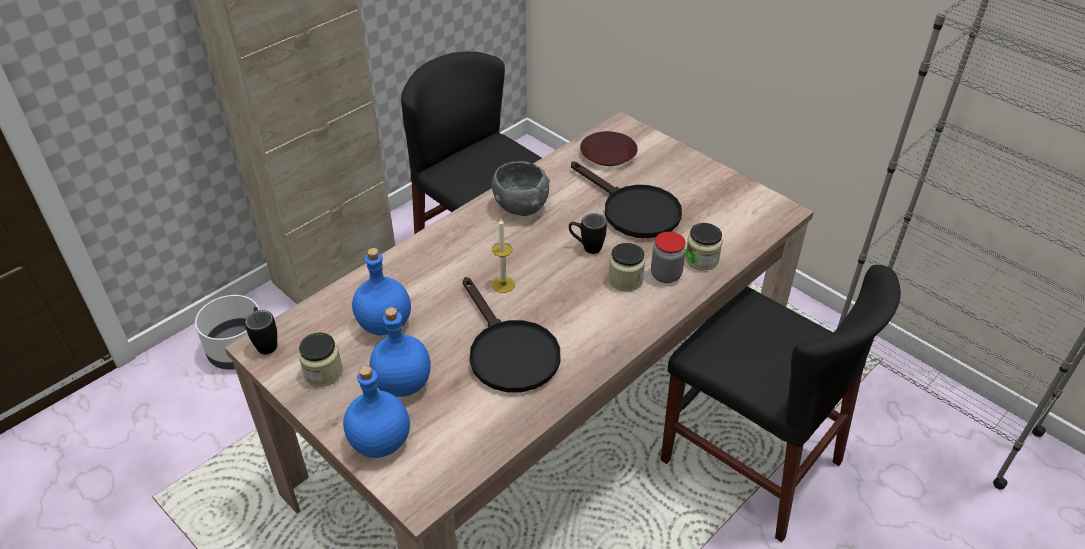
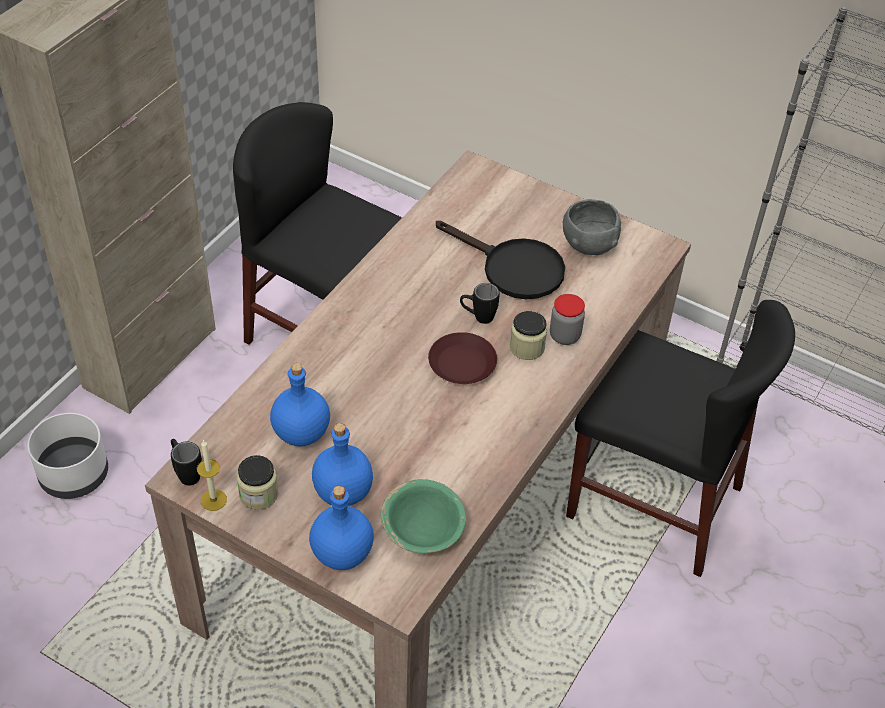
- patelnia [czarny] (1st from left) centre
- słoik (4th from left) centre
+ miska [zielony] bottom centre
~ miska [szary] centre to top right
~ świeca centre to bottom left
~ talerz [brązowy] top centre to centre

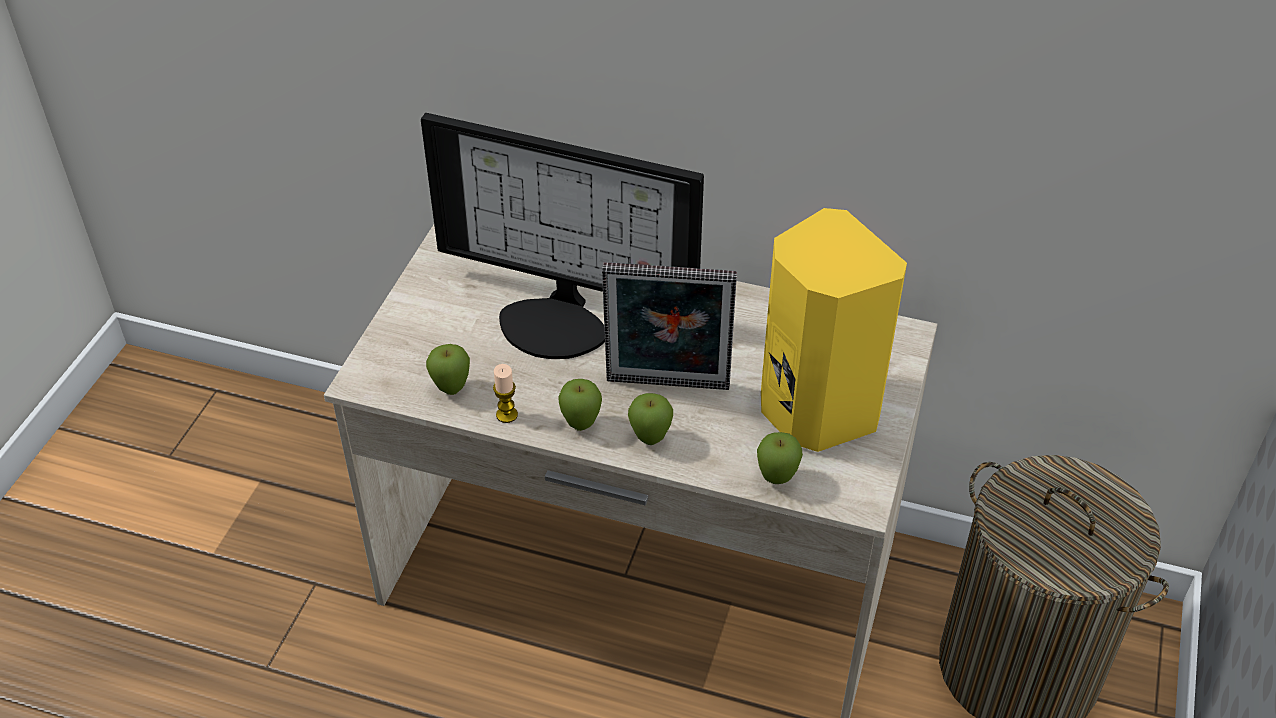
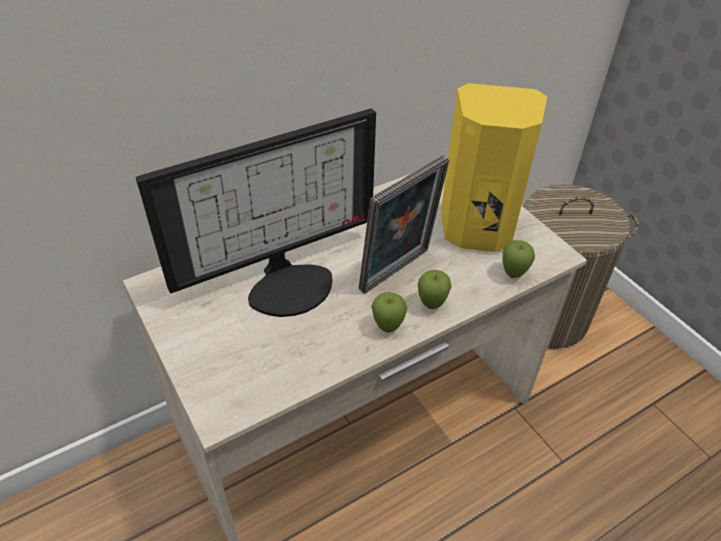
- jabłko (1st from left) centre
- świeca centre

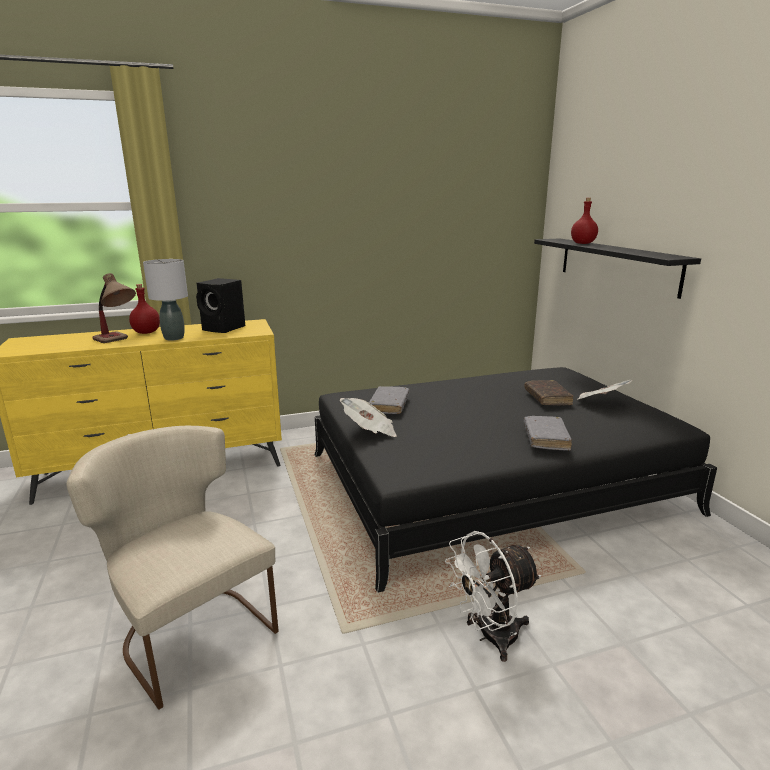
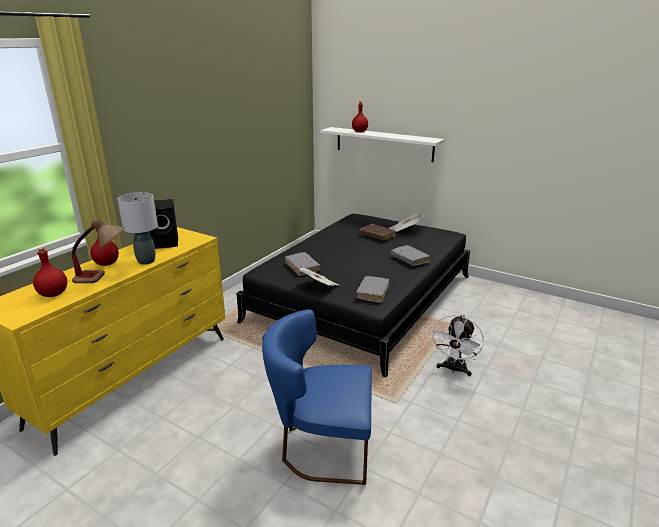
+ butelka [czerwony] (1st from left) middle left
+ książka [szary] (2nd from left) centre
~ krzesło [beżowy] bottom left to krzesło [niebieski] bottom centre
~ półka [czarny] middle right to półka [biały] top centre

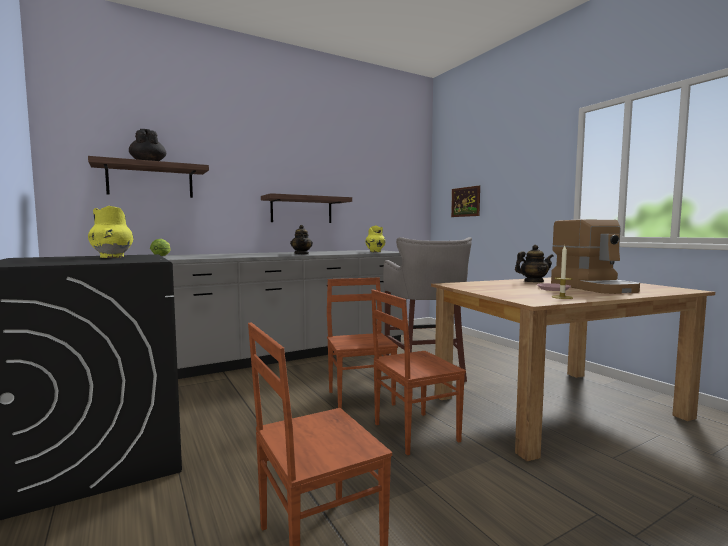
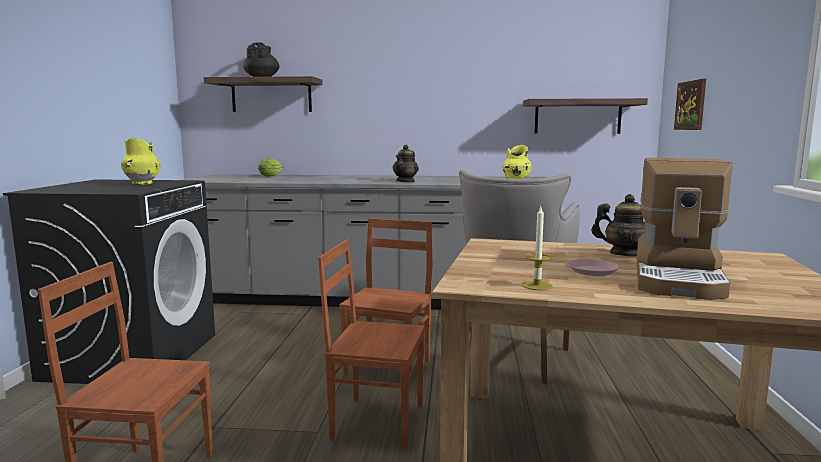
~ półka (2nd from left) centre to top right

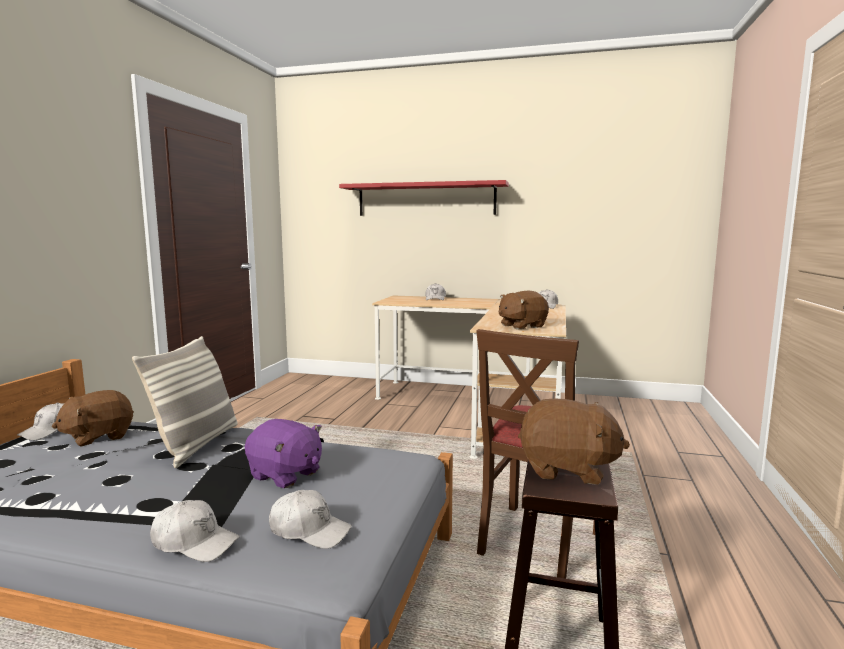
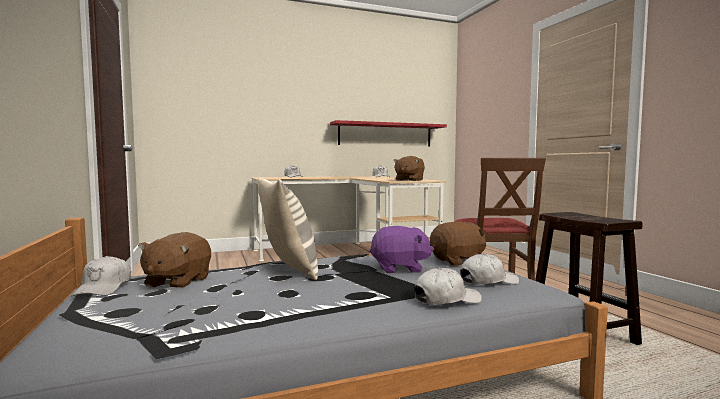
~ półka [czerwony] top centre to centre
~ pluszak [brązowy] (3rd from left) bottom right to centre

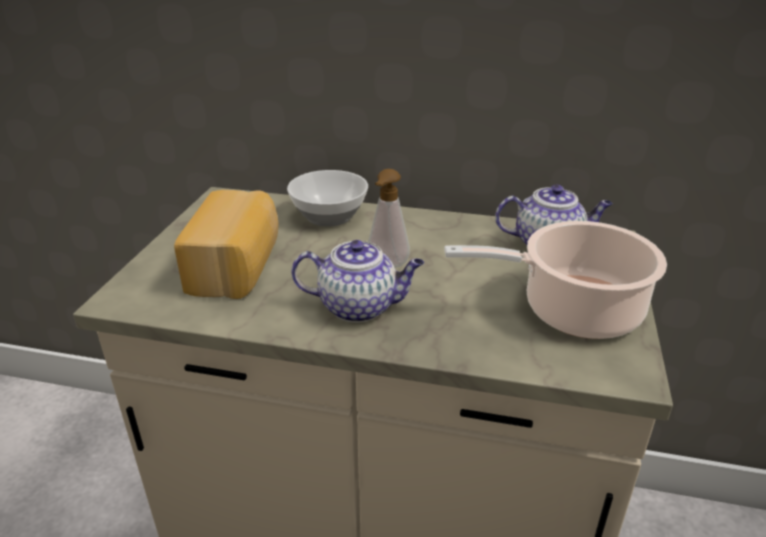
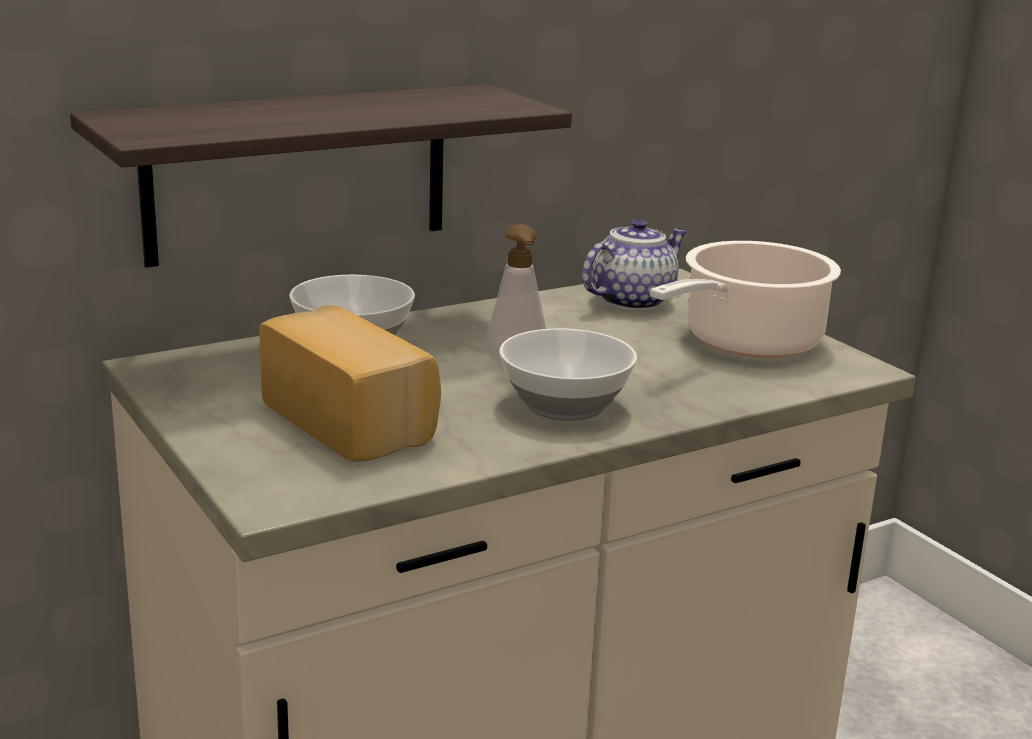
+ półka top left
~ imbryk (1st from left) centre to miska (2nd from left) centre

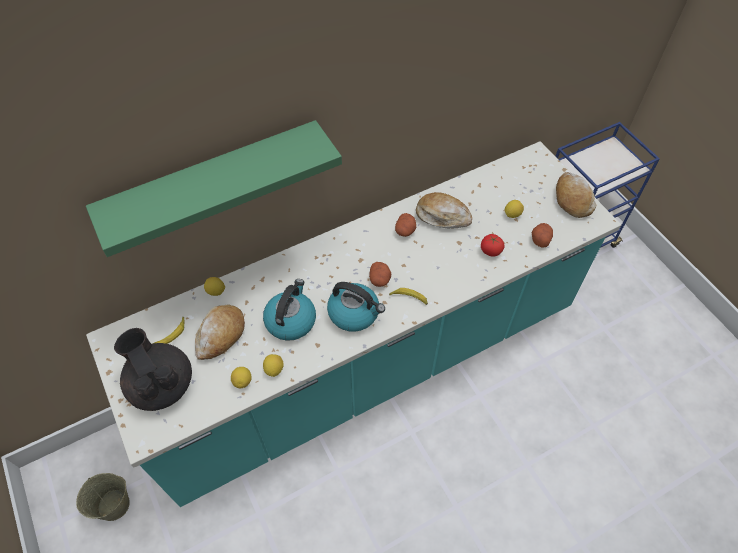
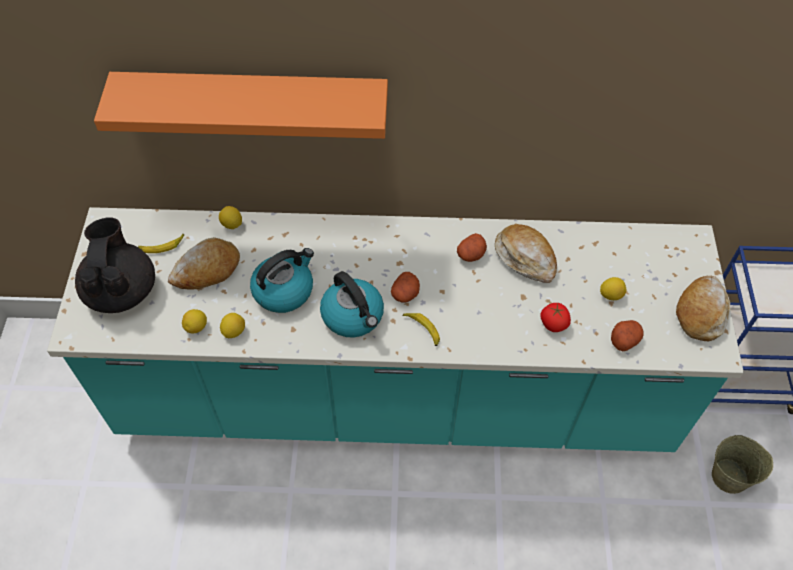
~ wiadro [beżowy] bottom left to bottom right
~ półka [zielony] middle left to półka [pomarańczowy] top left

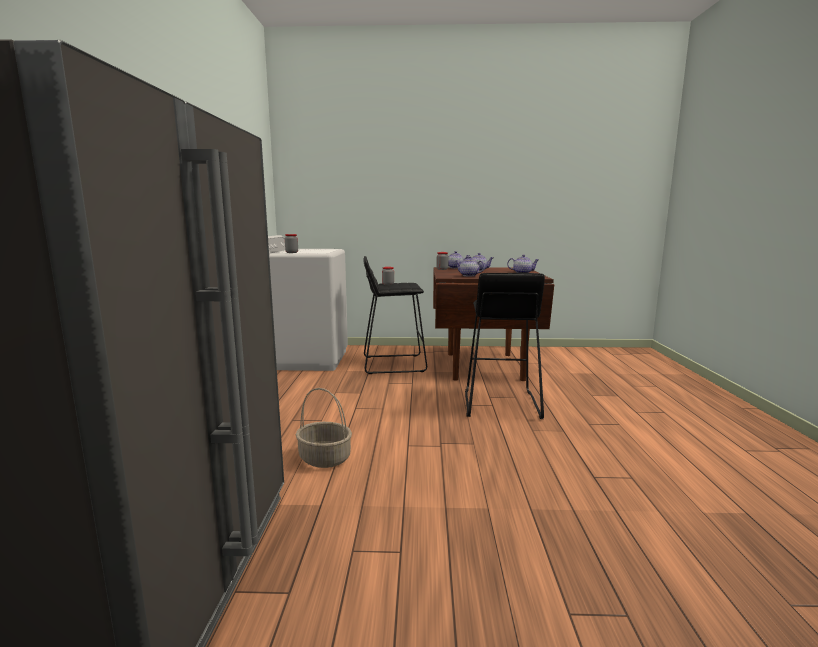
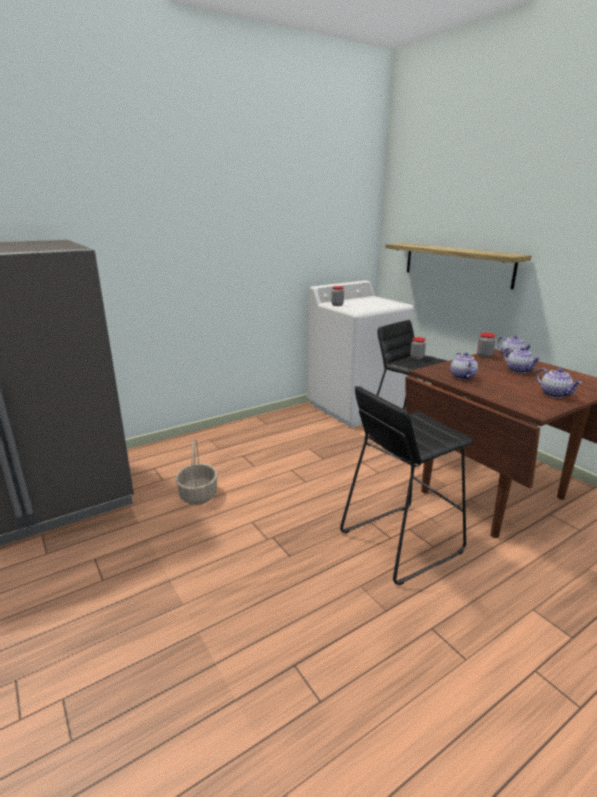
+ półka middle right

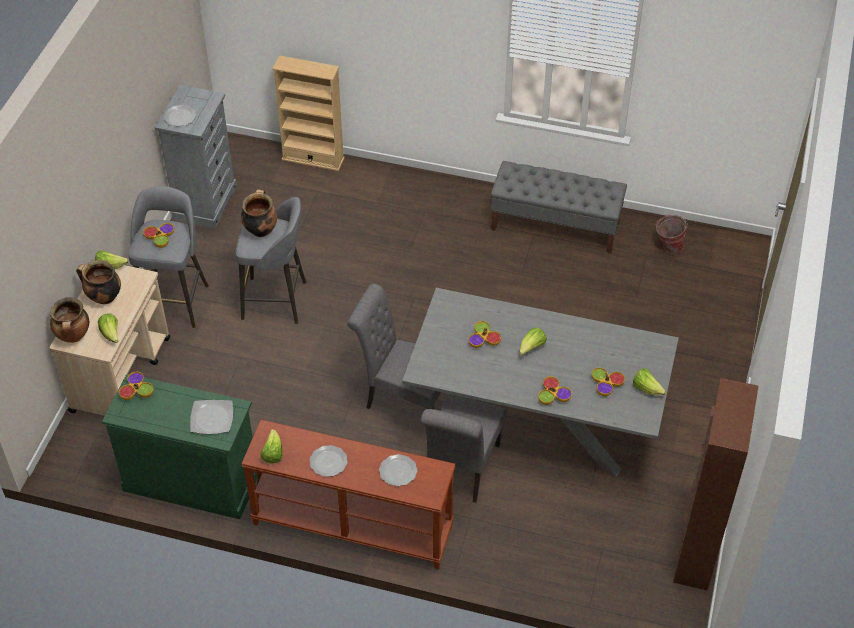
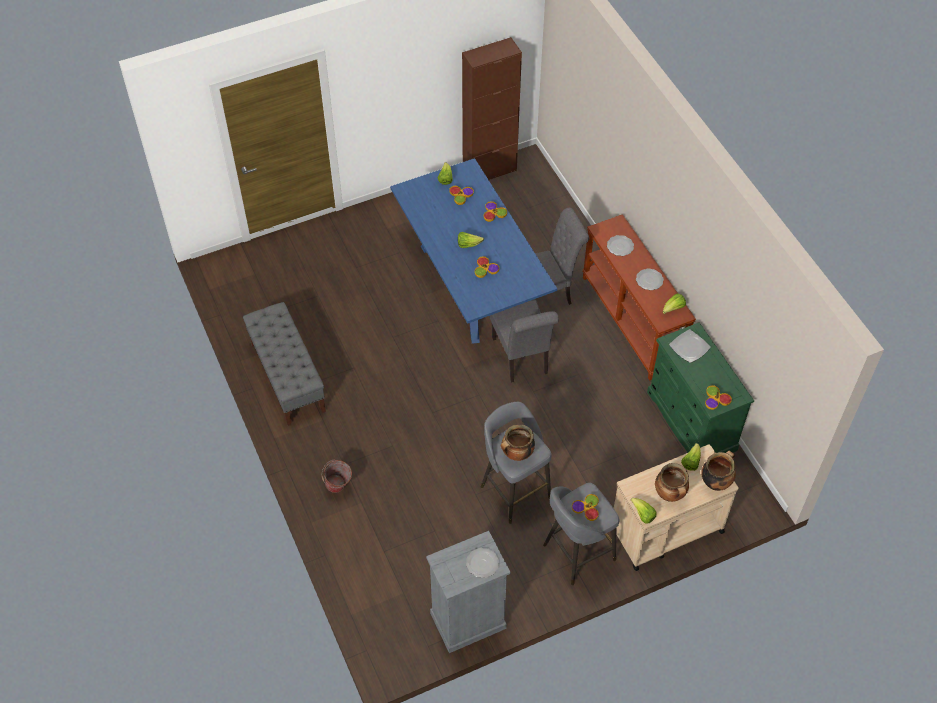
- regał [beżowy] top centre
~ wiadro middle right to bottom centre
~ stół jadalny [szary] centre to stół jadalny [niebieski] centre

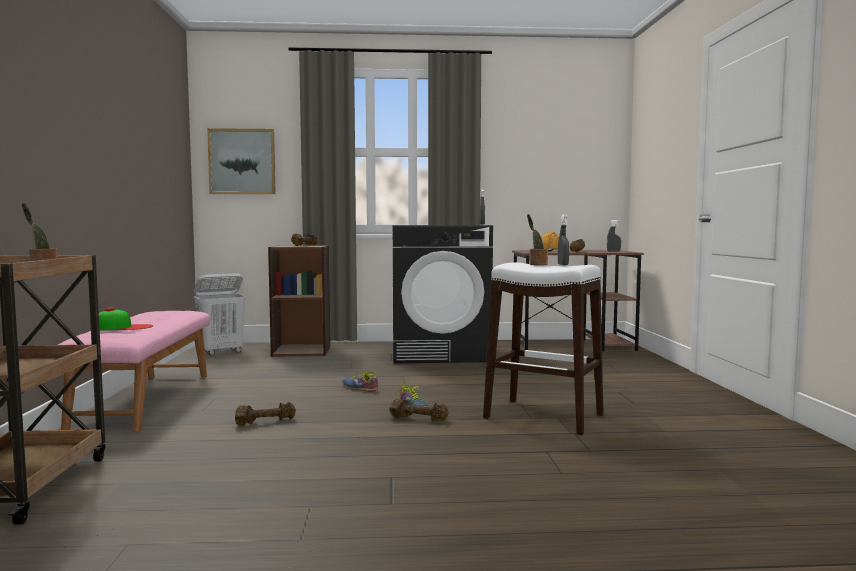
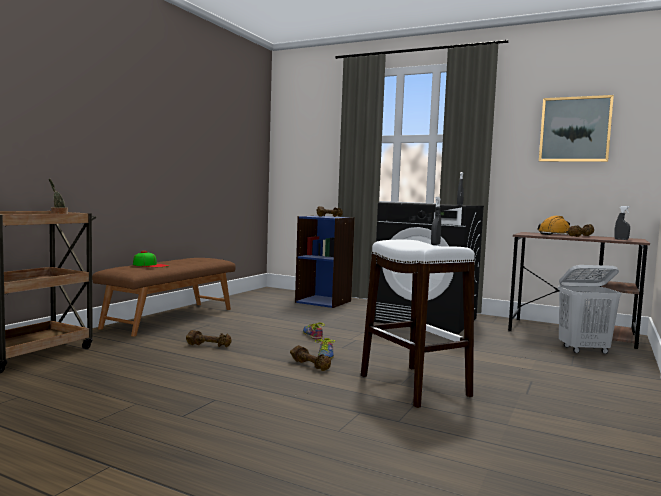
- roślina doniczkowa (2nd from left) centre
~ kosz na pranie [biały] middle left to middle right
~ obraz top left to top right
~ ławka [różowy] middle left to ławka [brązowy] middle left
~ regał [brązowy] centre to regał [niebieski] centre

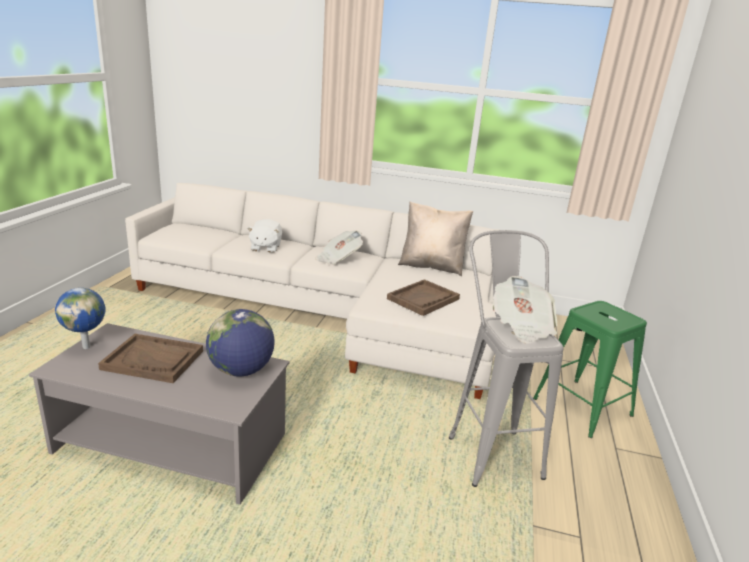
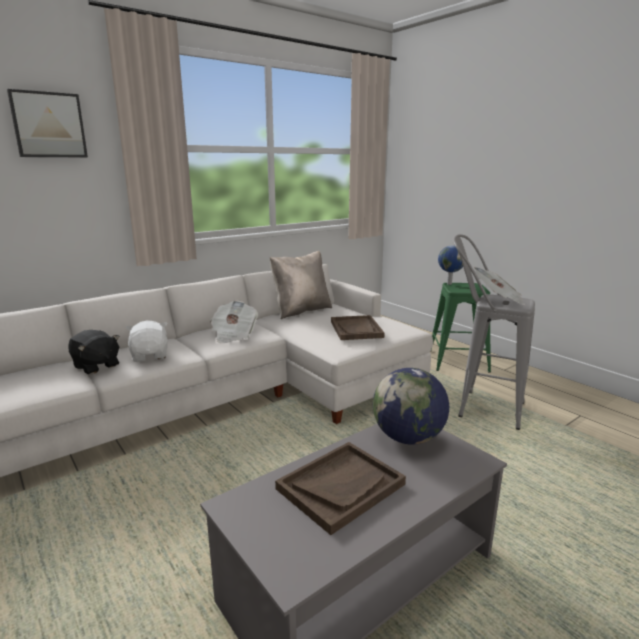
+ obraz top left
+ pluszak [czarny] middle left
~ globus (1st from left in the first image) middle left to globus (2nd from left) middle right
~ pluszak [biały] centre = middle left 150 degrees counterclockwise

